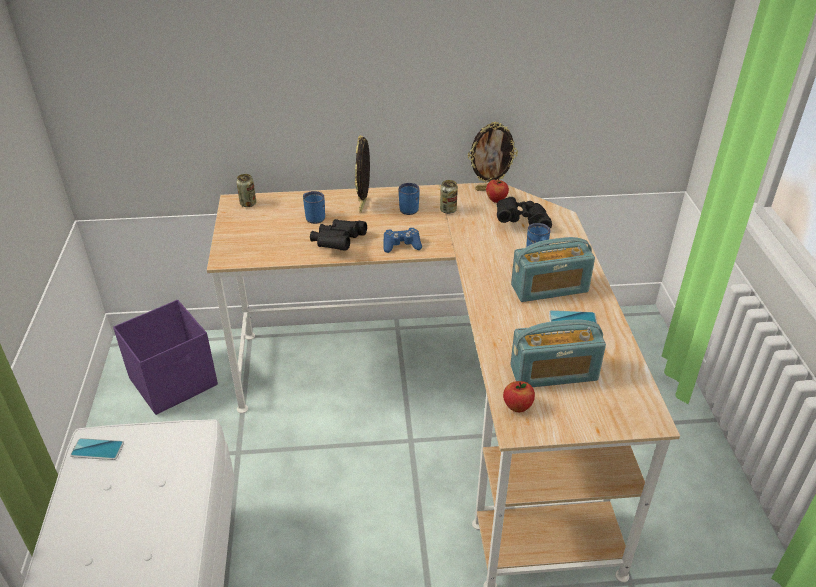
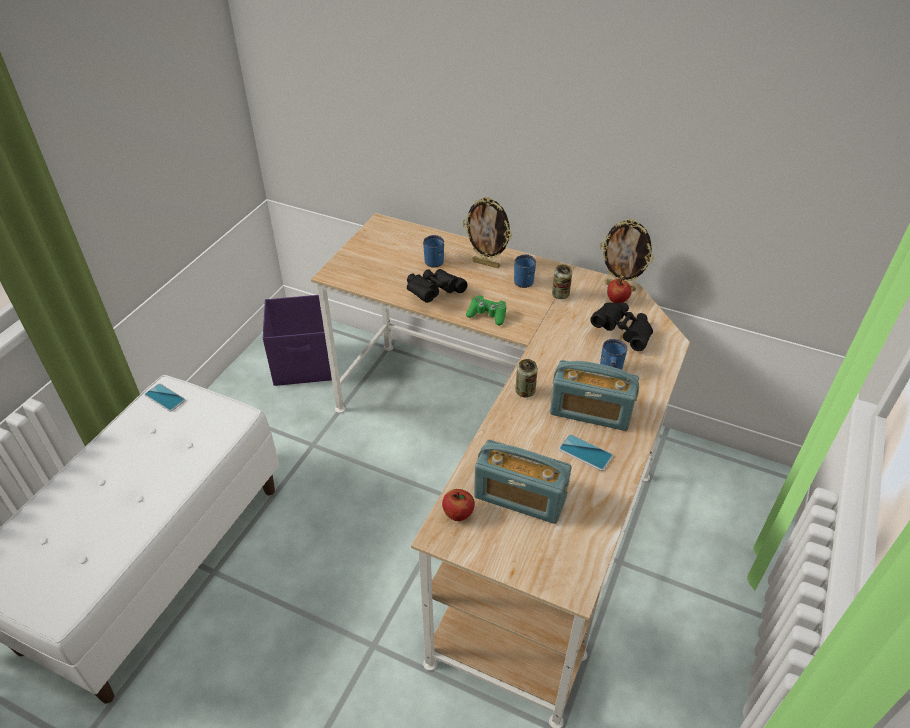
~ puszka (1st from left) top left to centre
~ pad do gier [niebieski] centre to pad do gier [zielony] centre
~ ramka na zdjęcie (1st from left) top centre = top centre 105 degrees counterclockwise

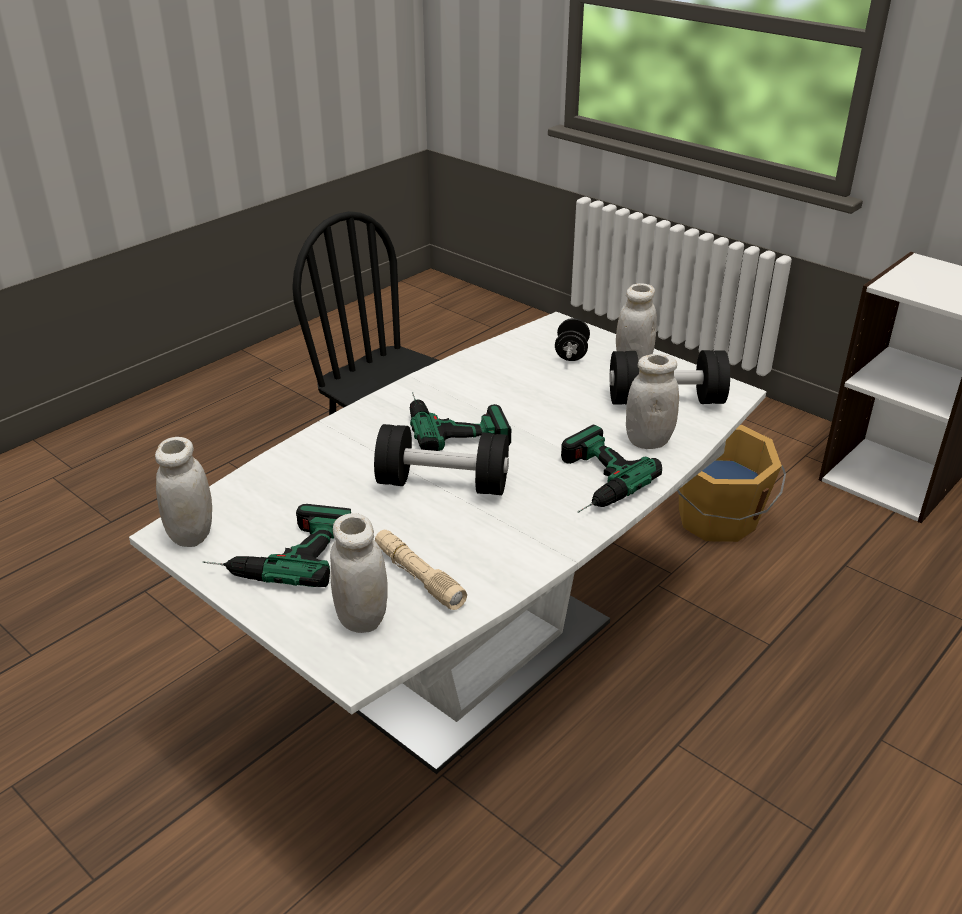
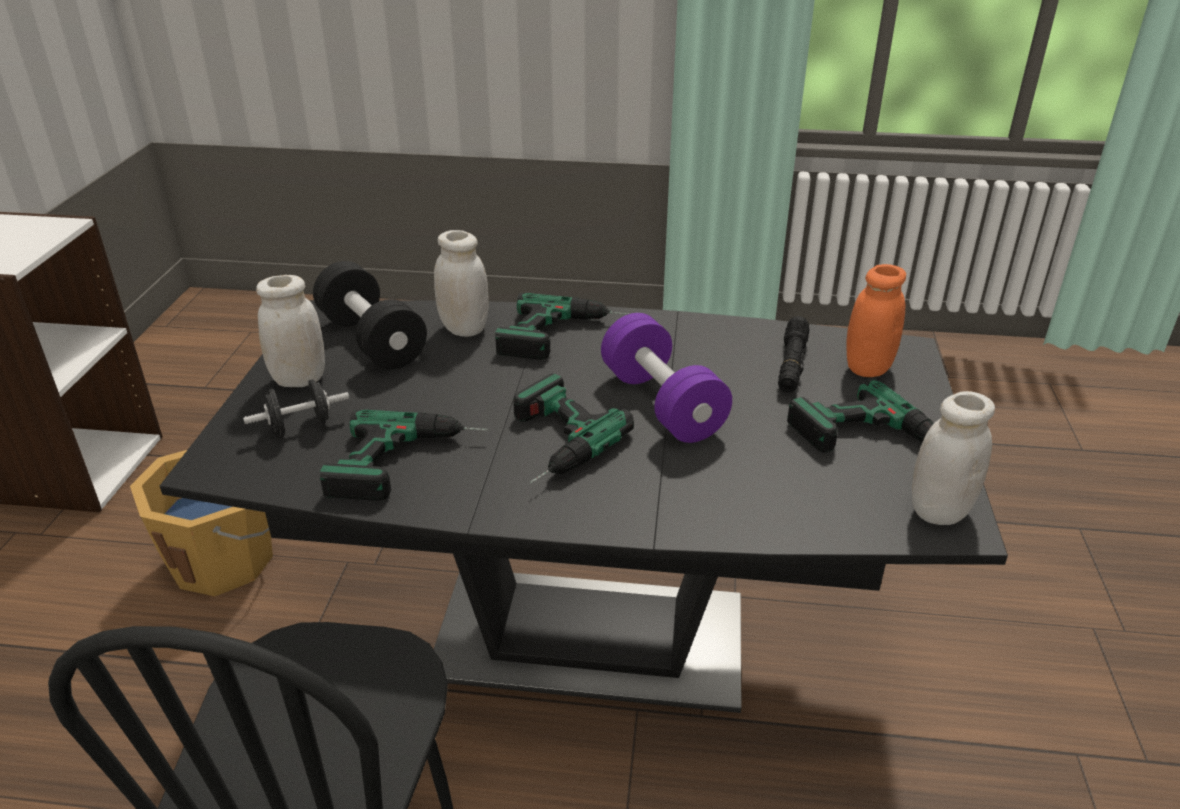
+ wiertarka (1st from left) centre
~ stół jadalny [biały] centre to stół jadalny [czarny] centre
~ słoik [biały] (2nd from left) centre to słoik [pomarańczowy] middle right
~ hantel [czarny] (1st from left) centre to hantel [fioletowy] centre
~ latarka [beżowy] centre to latarka [czarny] middle right

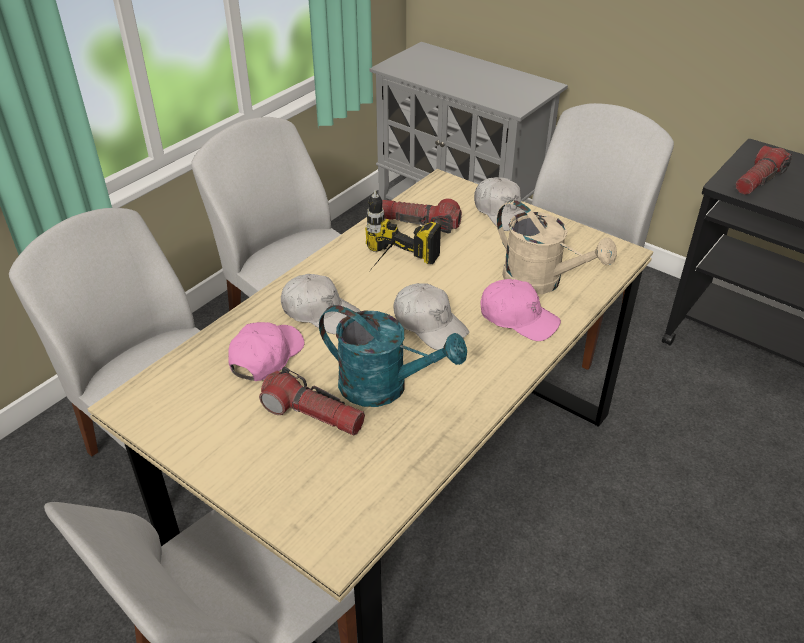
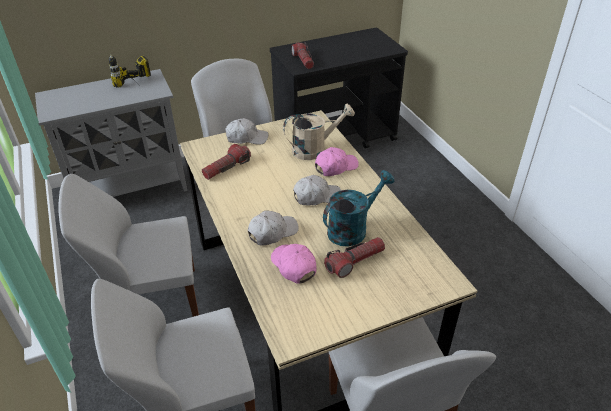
~ wiertarka centre to top left

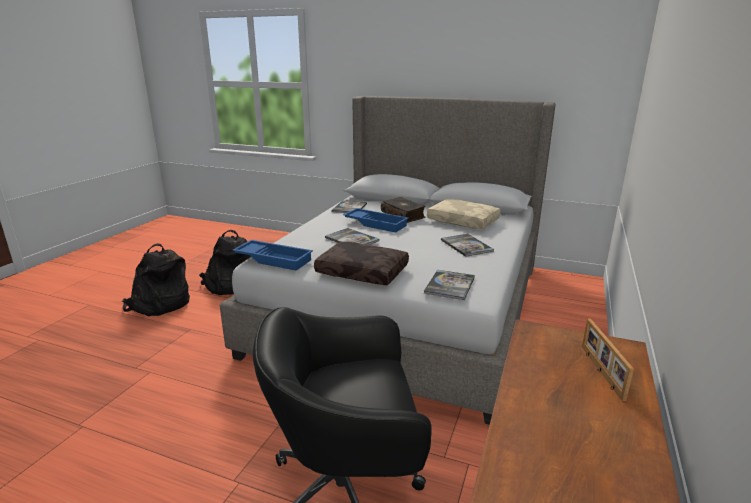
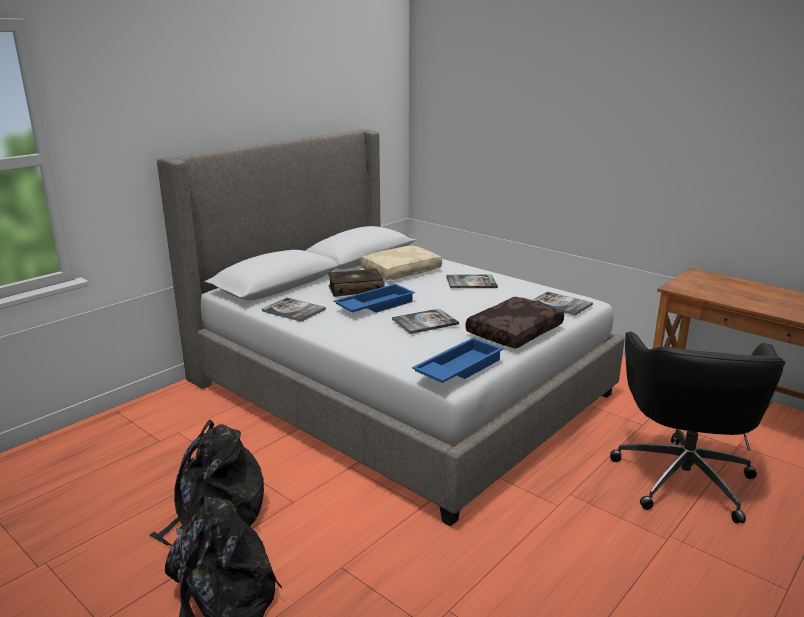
- ramka na zdjęcie bottom right

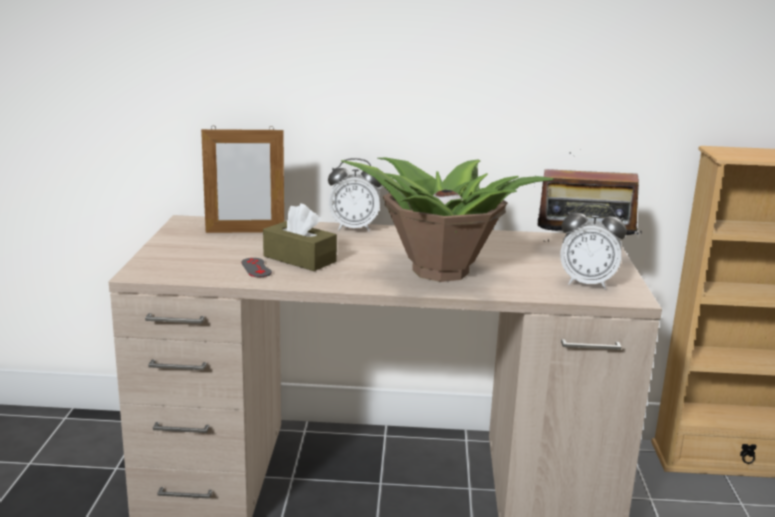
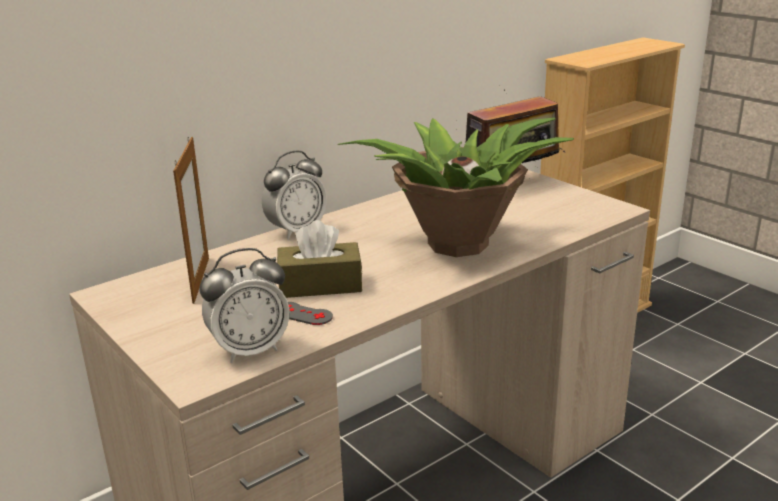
~ budzik (2nd from left in the first image) middle right to budzik (1st from left) middle left
~ ramka na zdjęcie middle left = middle left 45 degrees counterclockwise

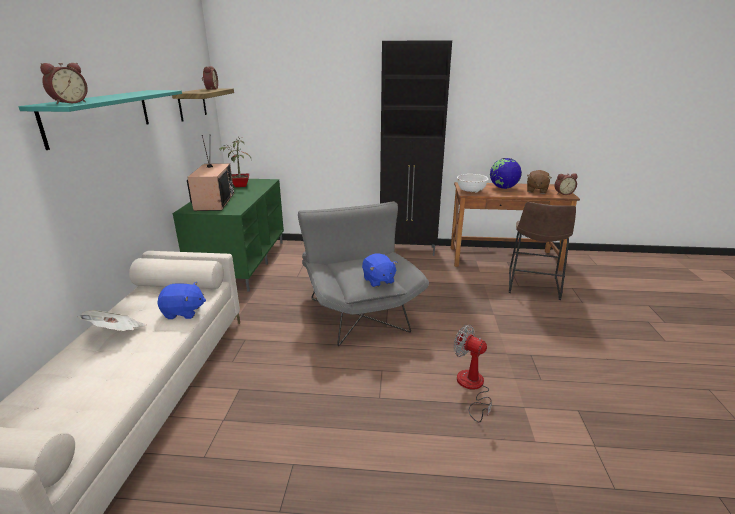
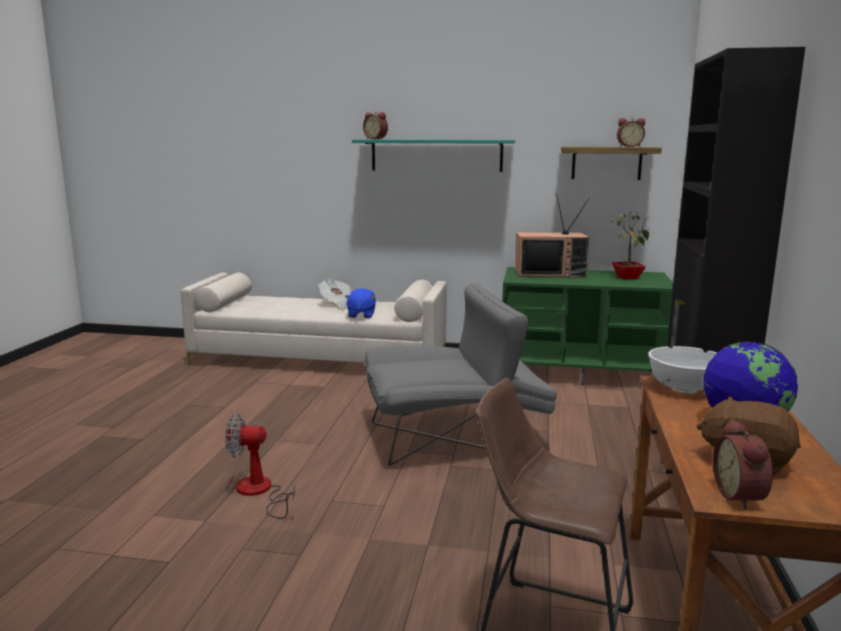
- pluszak [niebieski] (2nd from left) centre
~ wentylator bottom centre = bottom left 135 degrees counterclockwise

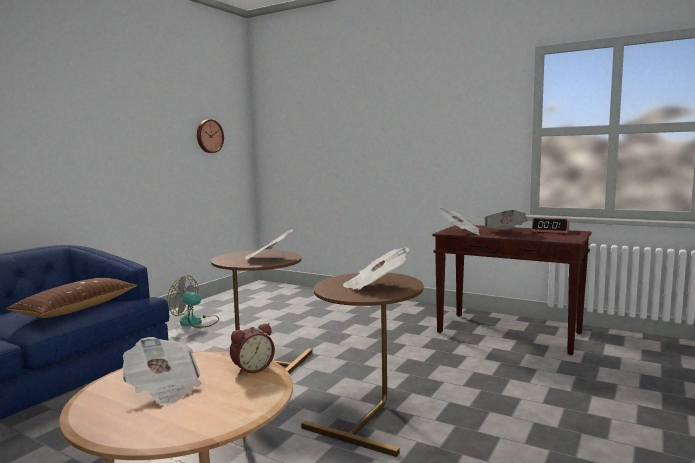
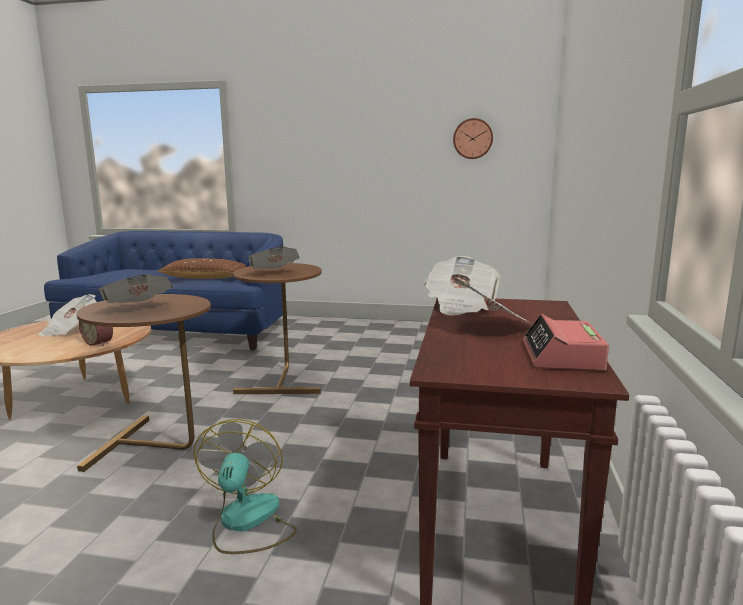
~ wentylator middle left to bottom left

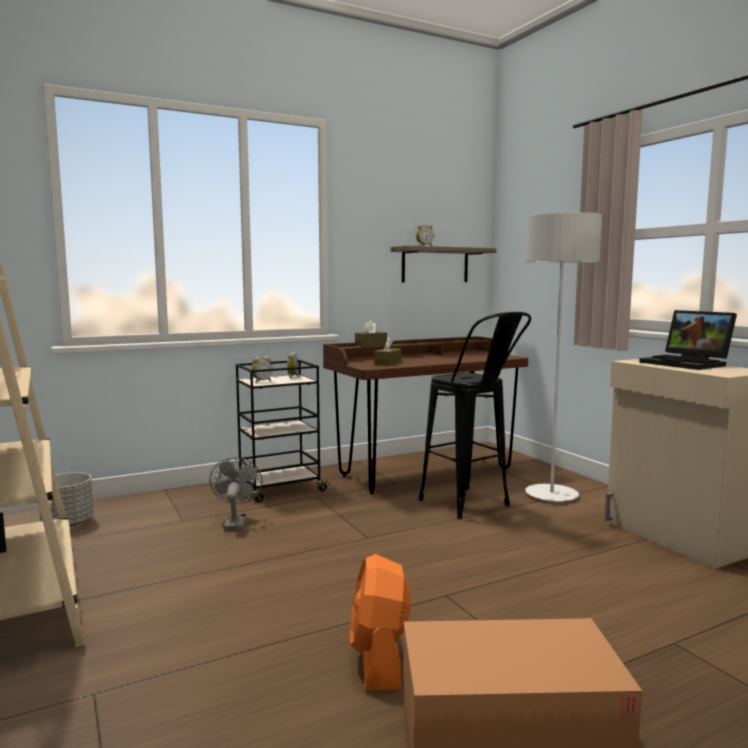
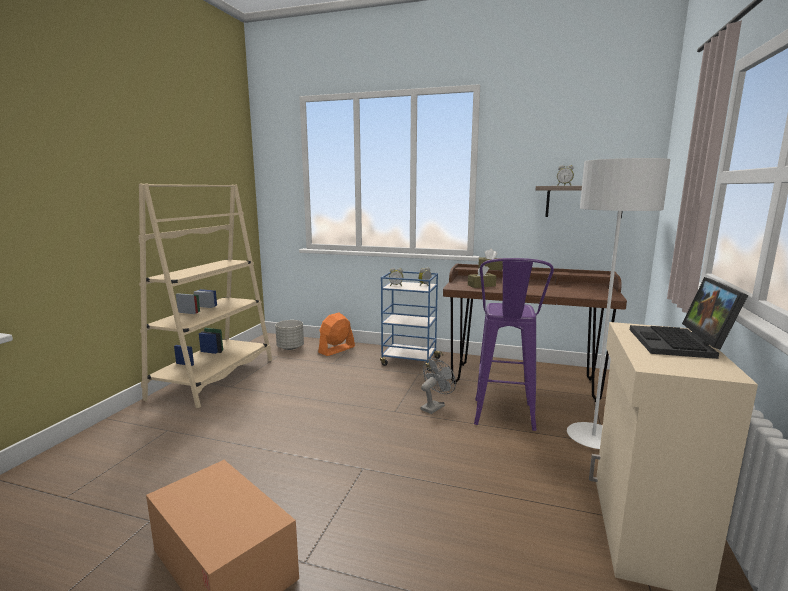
~ wentylator [szary] middle left to centre
~ wentylator [pomarańczowy] bottom centre to centre
~ wózek [czarny] centre to wózek [niebieski] centre
~ stołek [czarny] centre to stołek [fioletowy] centre

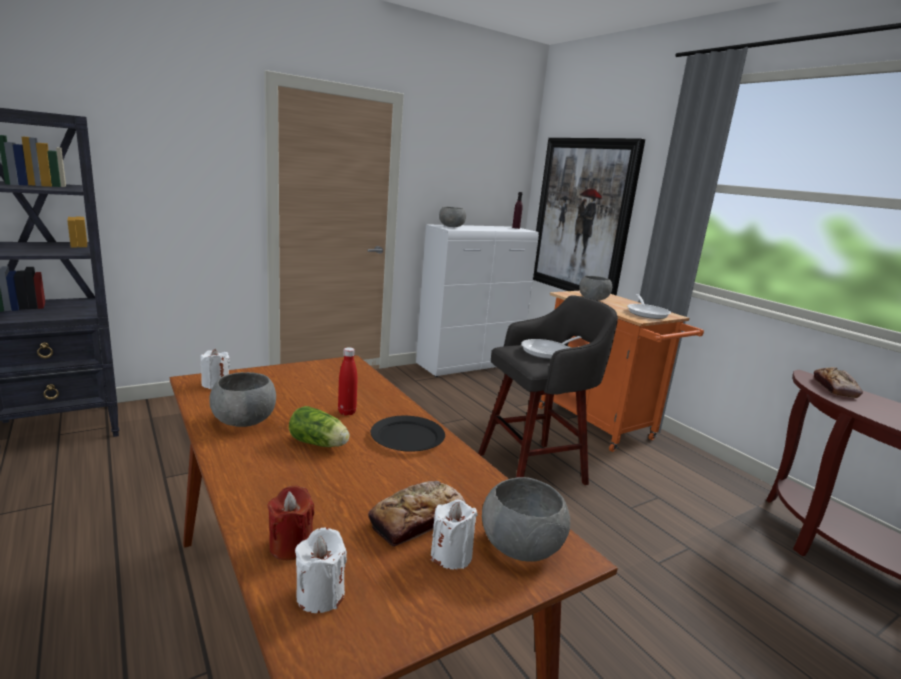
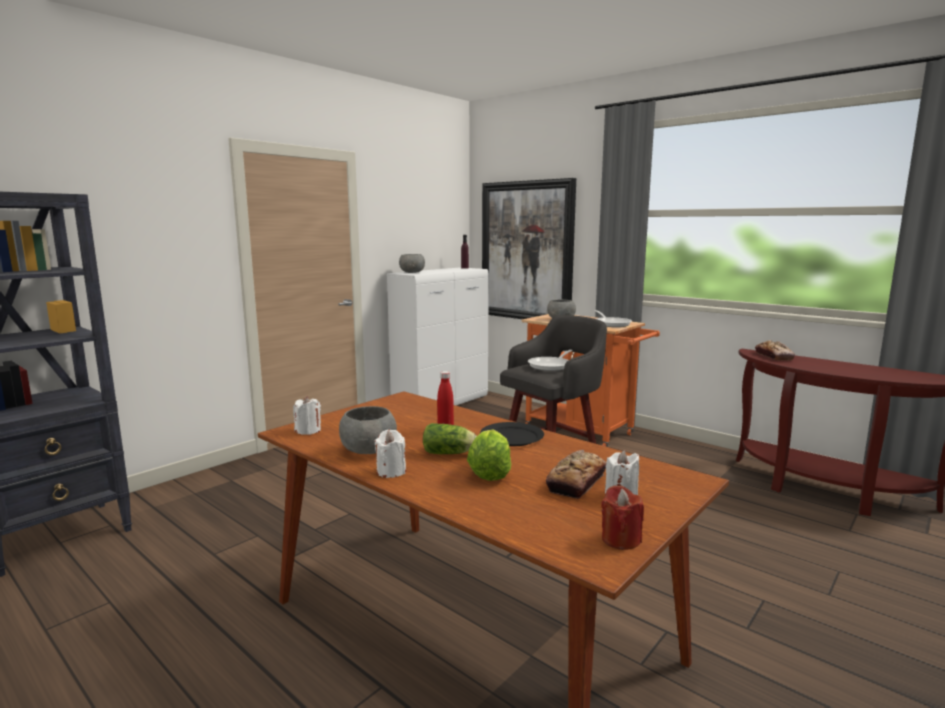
- miska [szary] (3rd from left) bottom centre
+ sałata (2nd from left) centre
~ świeca [czerwony] bottom left to bottom centre
~ świeca [biały] (2nd from left) bottom centre to centre

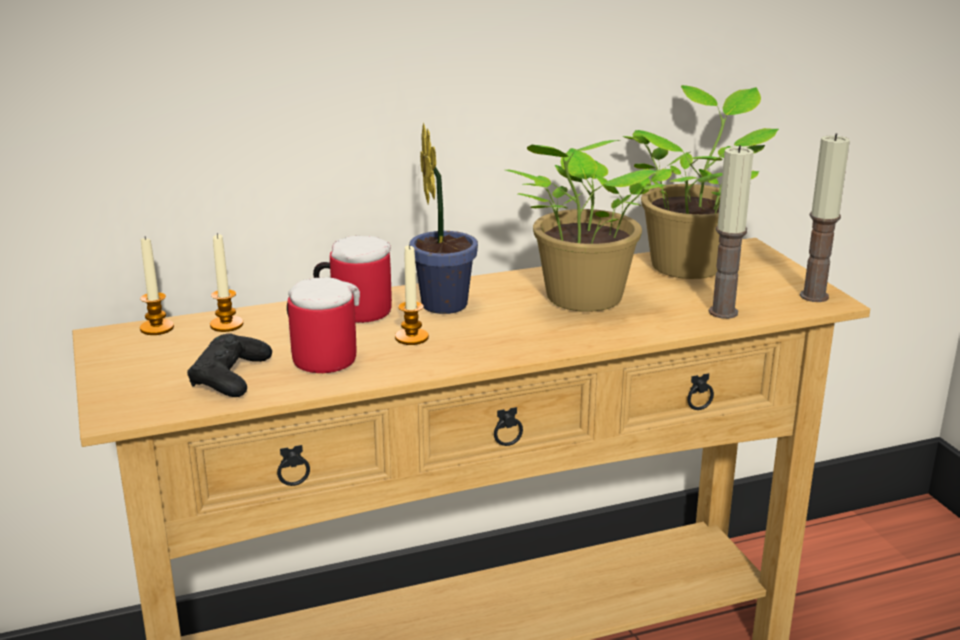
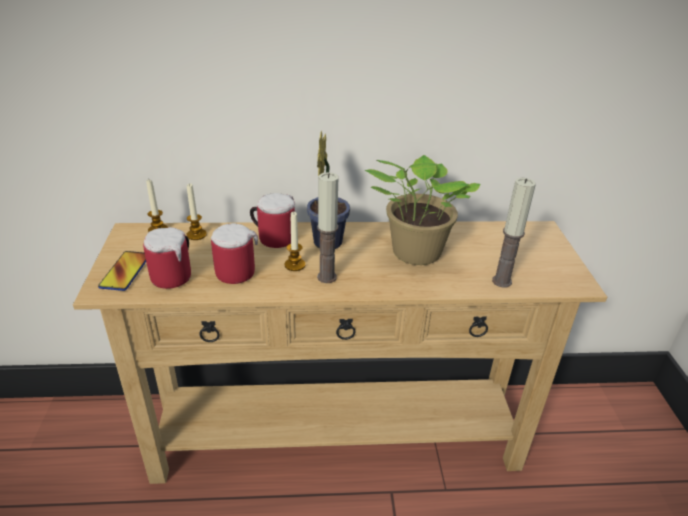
- roślina doniczkowa (3rd from left) top right
+ telefon middle left
~ świeca (5th from left in the first image) middle right to świeca (4th from left) centre
~ pad do gier [czarny] middle left to kubek (1st from left) middle left

